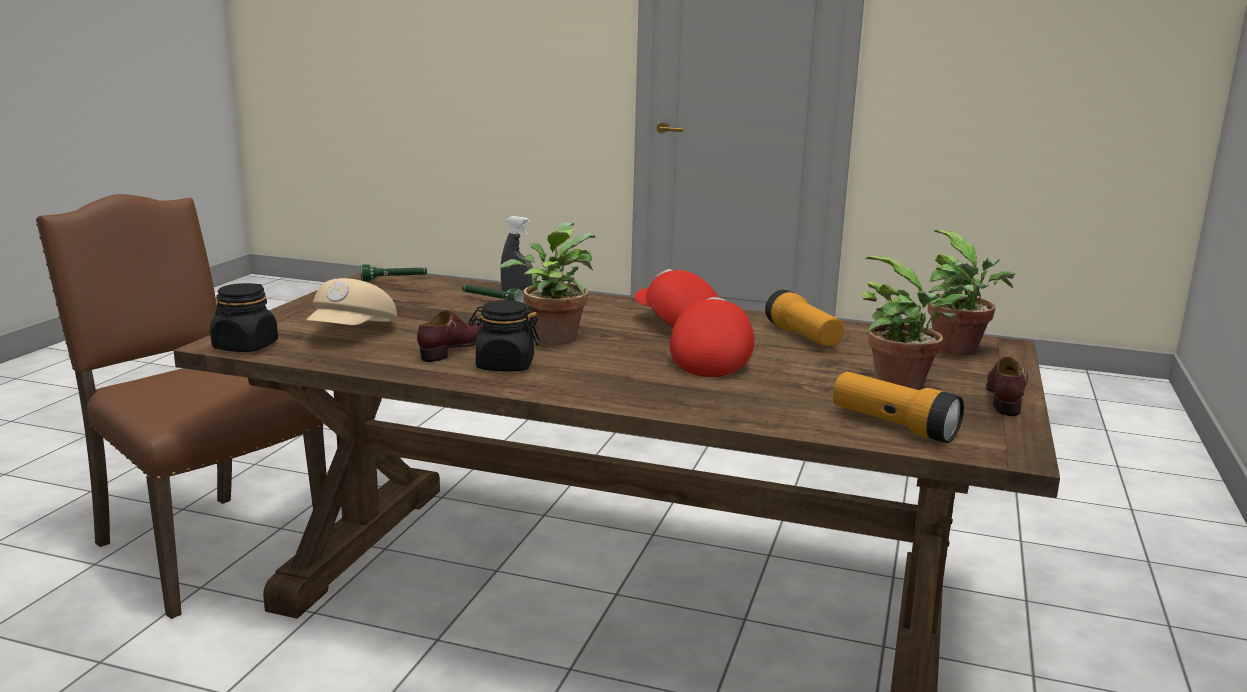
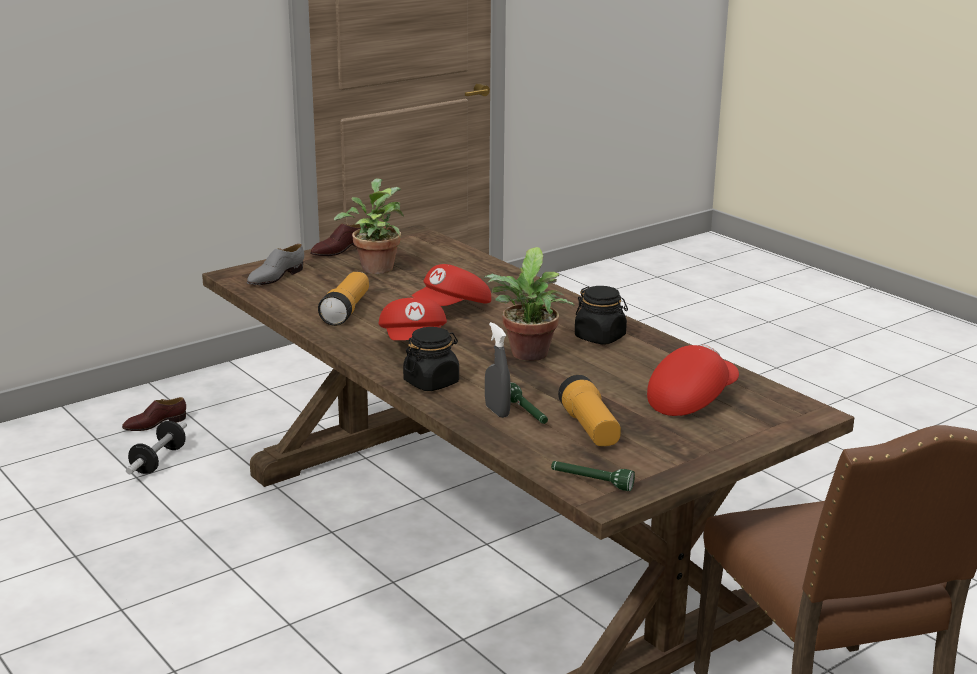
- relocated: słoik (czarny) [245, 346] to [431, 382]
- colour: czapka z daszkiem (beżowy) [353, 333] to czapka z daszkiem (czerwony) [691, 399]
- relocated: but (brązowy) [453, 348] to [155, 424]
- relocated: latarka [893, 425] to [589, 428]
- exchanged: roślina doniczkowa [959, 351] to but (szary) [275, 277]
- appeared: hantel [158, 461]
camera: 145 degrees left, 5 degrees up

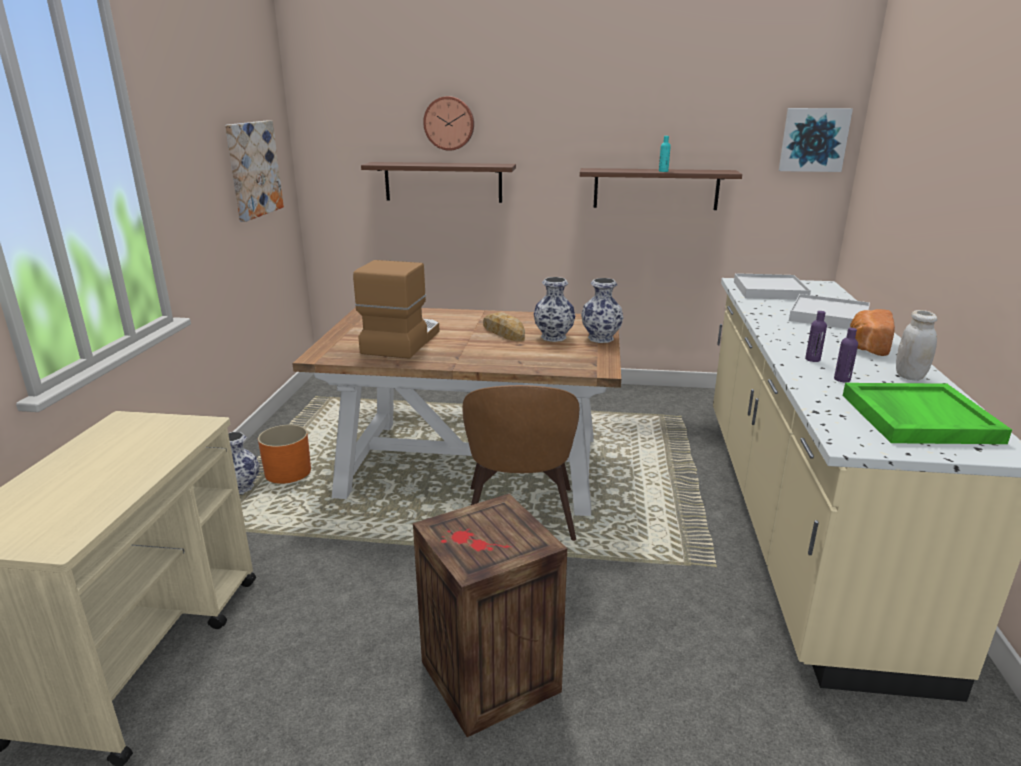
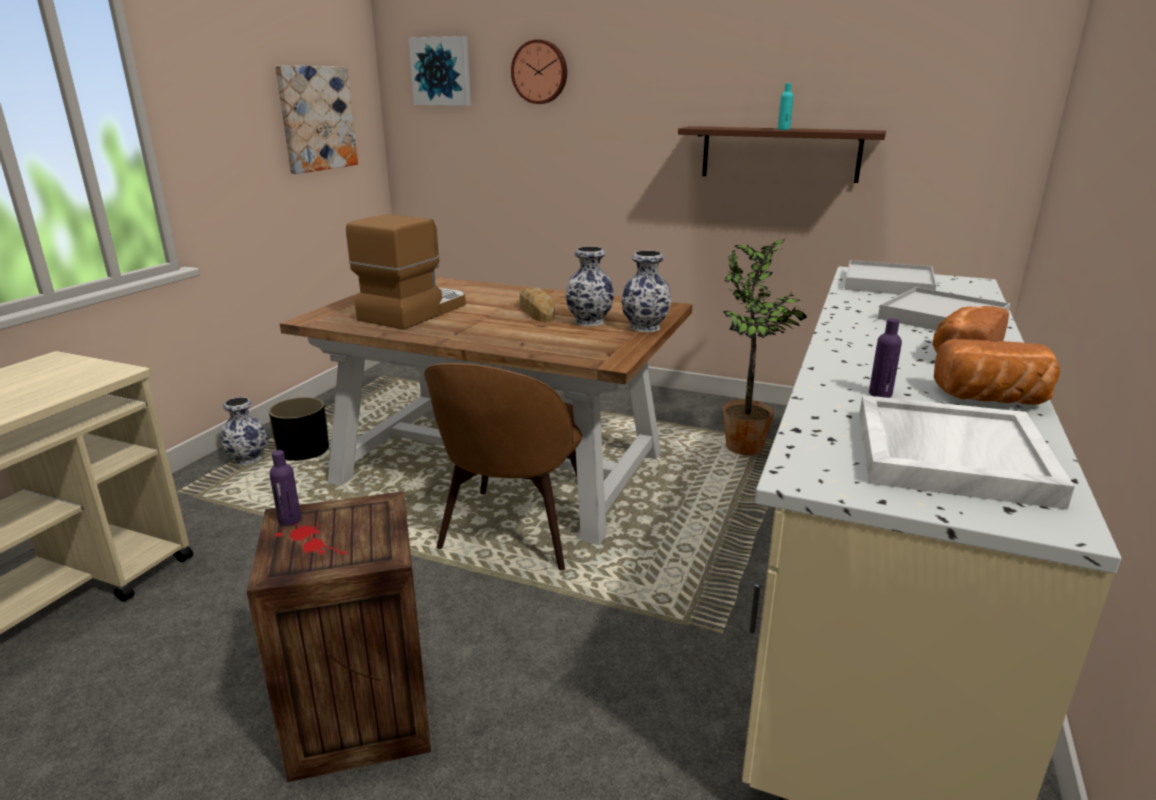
- colour: donica (pomarańczowy) [288, 472] to donica (czarny) [304, 449]
- missing: półka (brązowy) [443, 182]
- relocated: obraz [813, 140] to [442, 71]
- relocated: butelka (fioletowy) [812, 359] to [289, 520]
- colour: taca (zielony) [917, 417] to taca (biały) [948, 454]
- exchanged: słoik (biały) [909, 376] to chleb [992, 400]
- appeared: roślina doniczkowa [745, 450]
camera: 15 degrees right, 0 degrees up

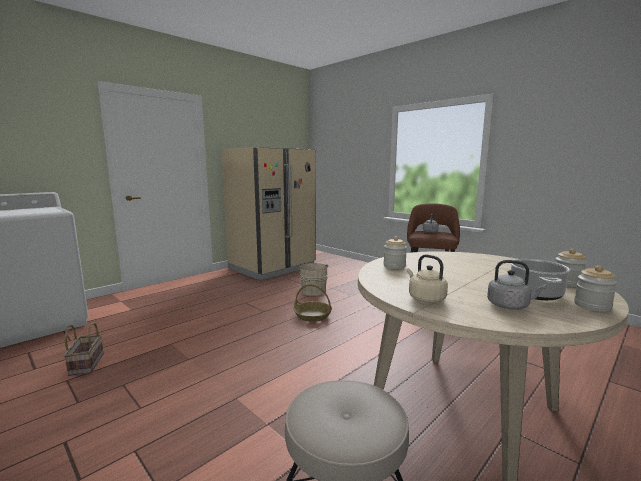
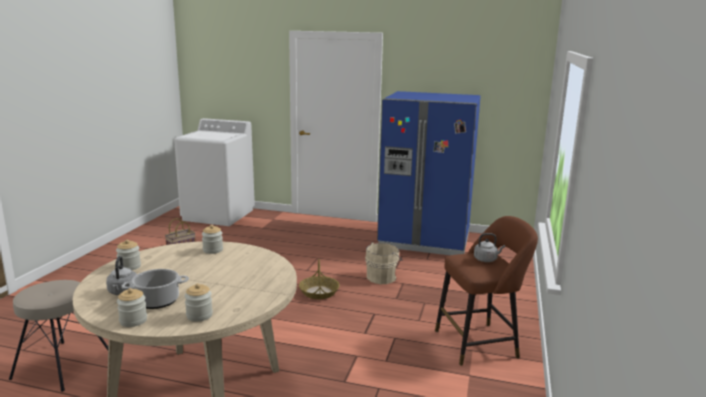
- colour: lodówka (beżowy) [272, 267] to lodówka (niebieski) [424, 240]
- exchanged: czajnik (beżowy) [425, 298] to słoik [129, 267]
camera: 60 degrees right, 5 degrees up

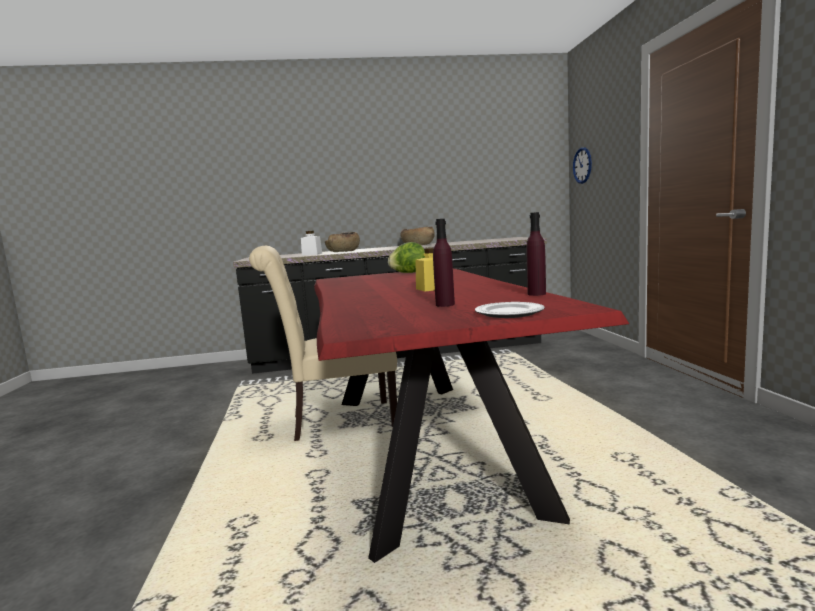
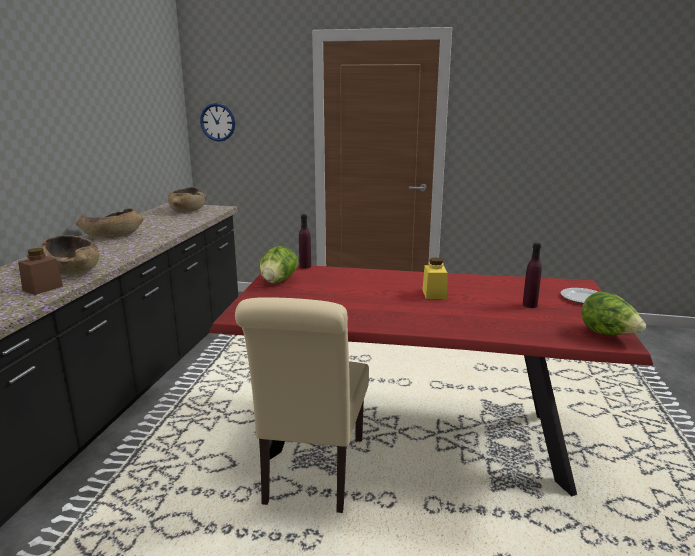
- colour: słoik (biały) [312, 254] to słoik (brązowy) [42, 288]
- relocated: butelka (fioletowy) [536, 294] to [305, 266]
- appeared: miska (brązowy) [188, 210]
- appeared: sałata [608, 334]
camera: 70 degrees left, 10 degrees up

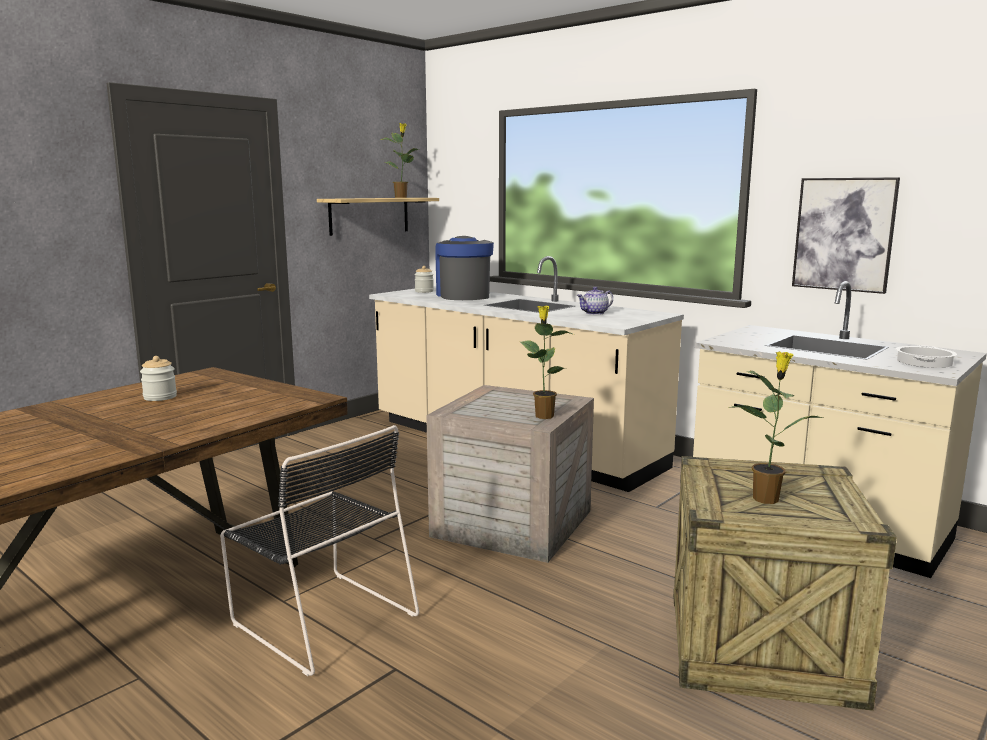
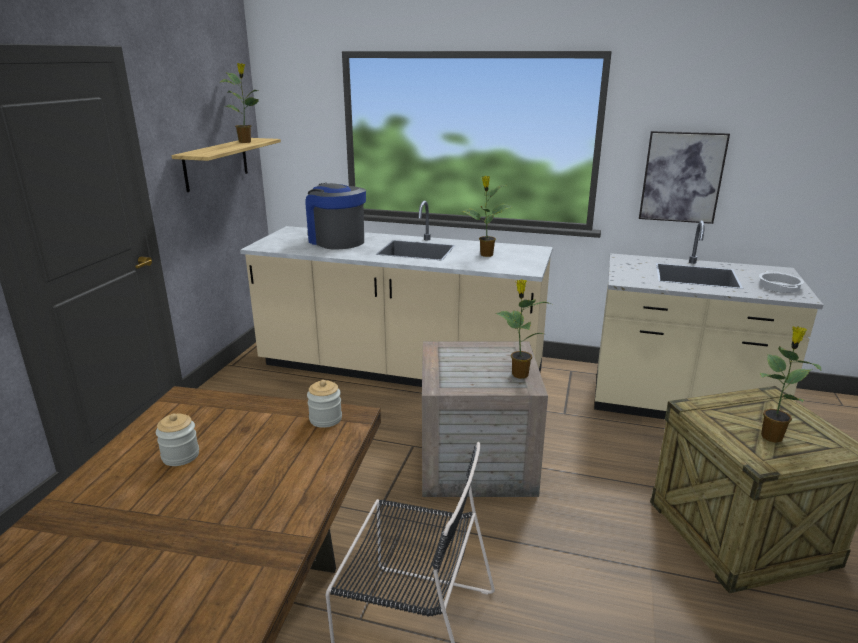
- relocated: słoik [424, 291] to [325, 419]
- exchanged: imbryk [594, 313] to roślina doniczkowa [486, 255]
camera: 25 degrees left, 10 degrees up

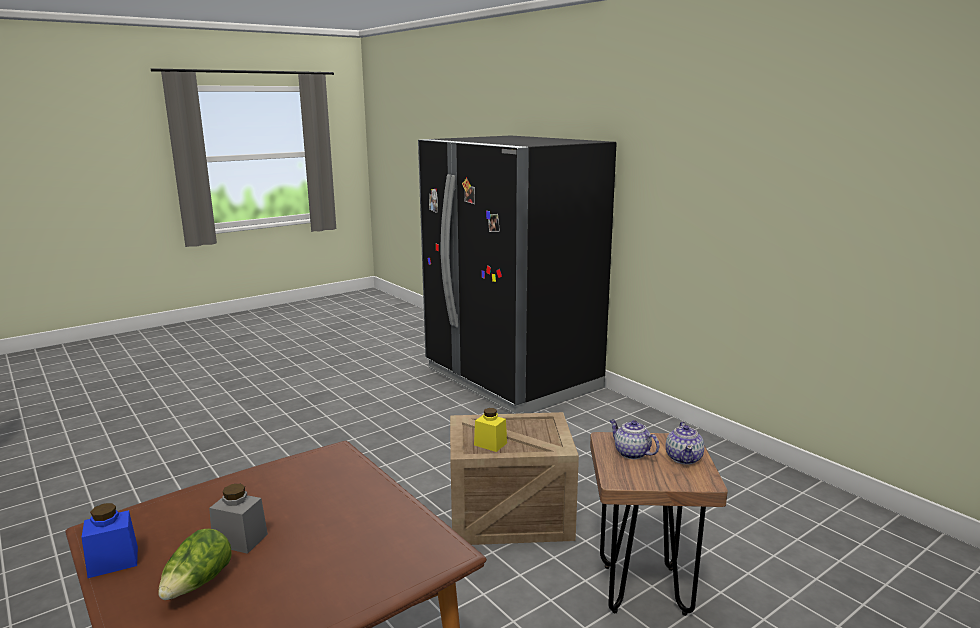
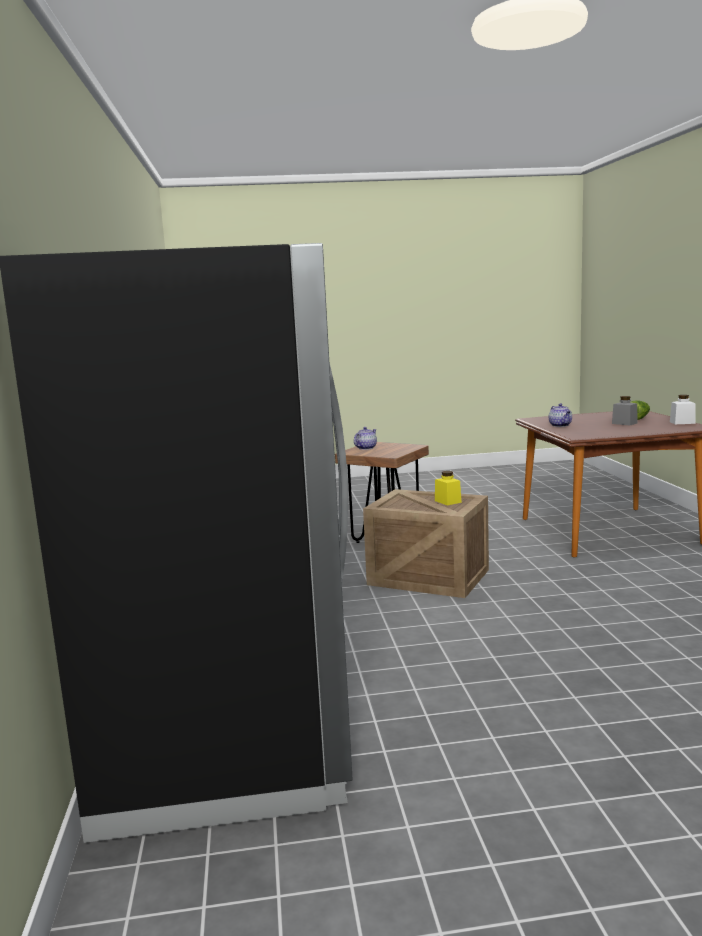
- colour: słoik (niebieski) [113, 562] to słoik (biały) [682, 422]
- relocated: imbryk [631, 453] to [560, 425]
camera: 150 degrees left, 5 degrees down

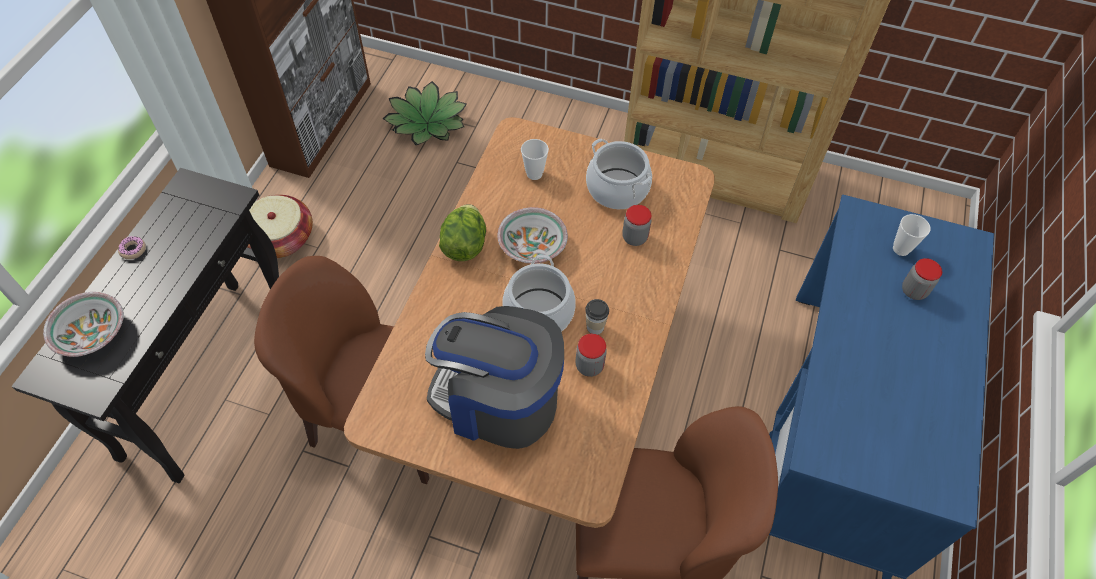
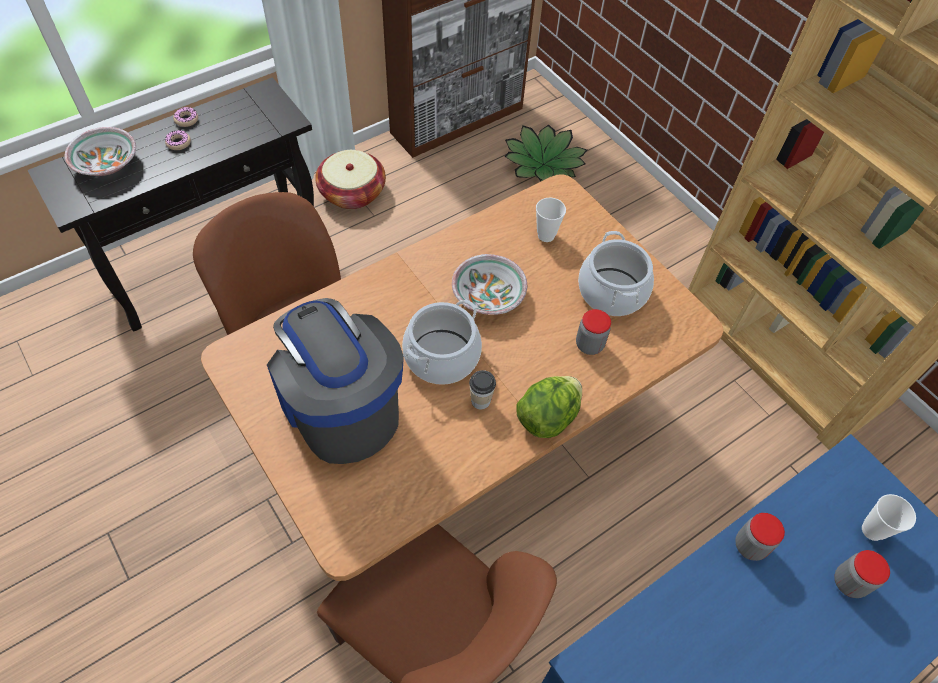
- relocated: sałata [464, 245] to [547, 417]
- relocated: słoik [589, 366] to [750, 546]
- appeared: donut [178, 143]
camera: 35 degrees right, 0 degrees up

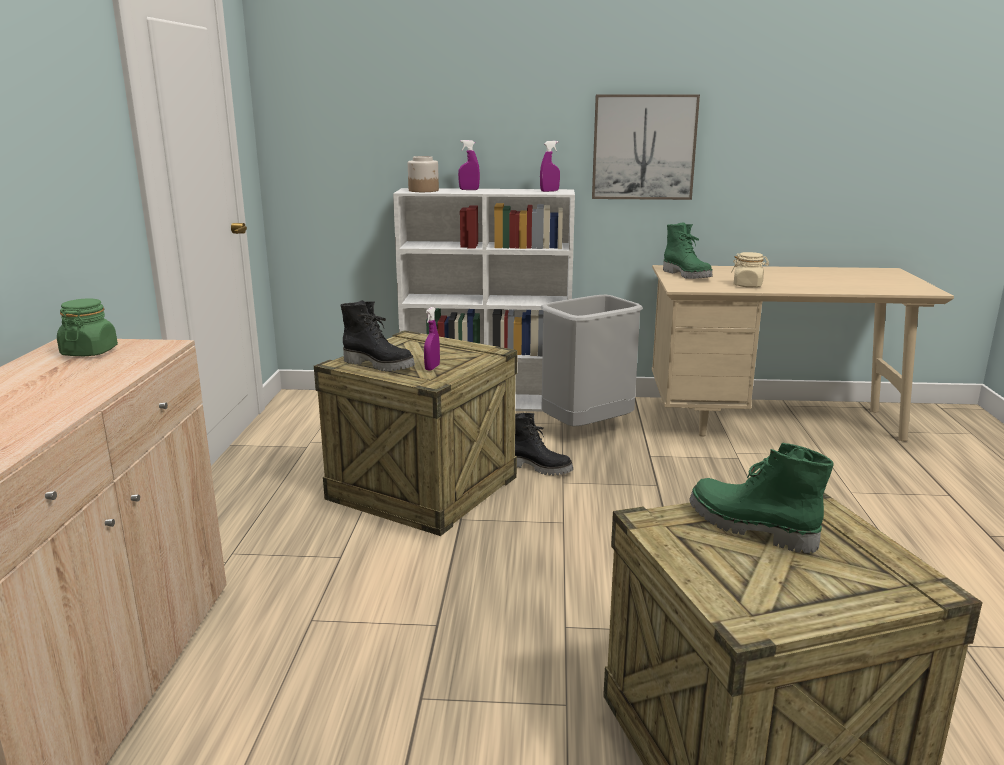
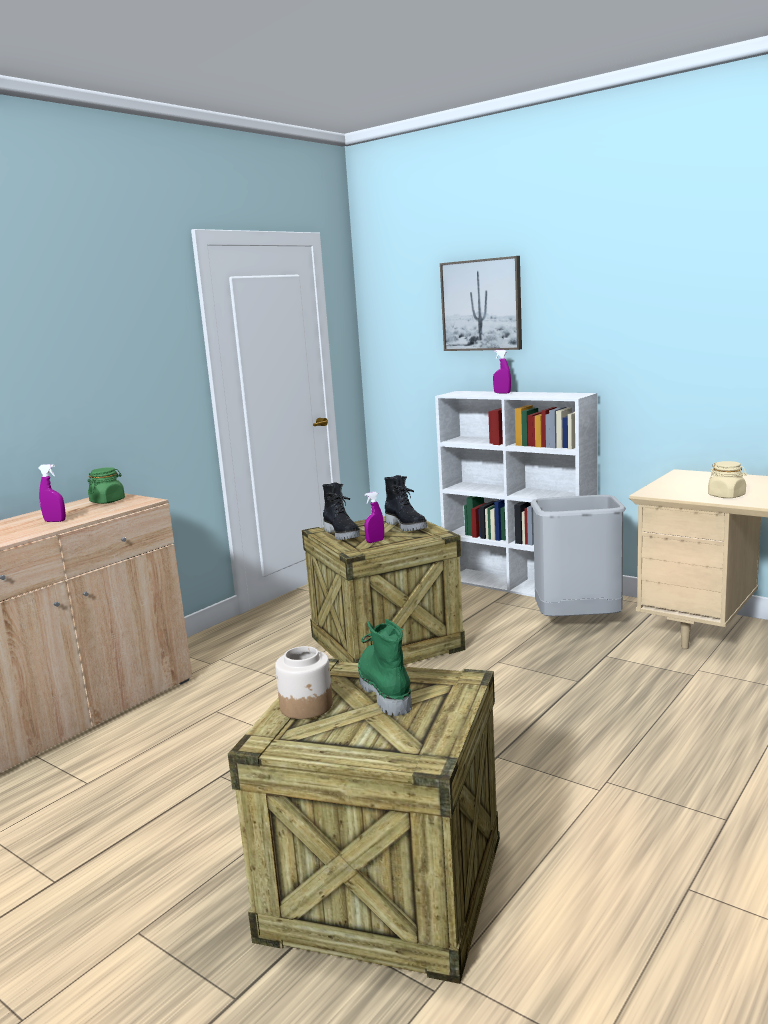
- relocated: słoik [424, 190] to [307, 706]
- relocated: but z cholewką (czarny) [538, 467] to [407, 526]
- relocated: spryskiwacz (fioletowy) [549, 191] to [55, 521]
- relocated: obraz [643, 147] to [481, 305]
- missing: but z cholewką (zielony) [687, 275]
camera: 35 degrees right, 5 degrees down

